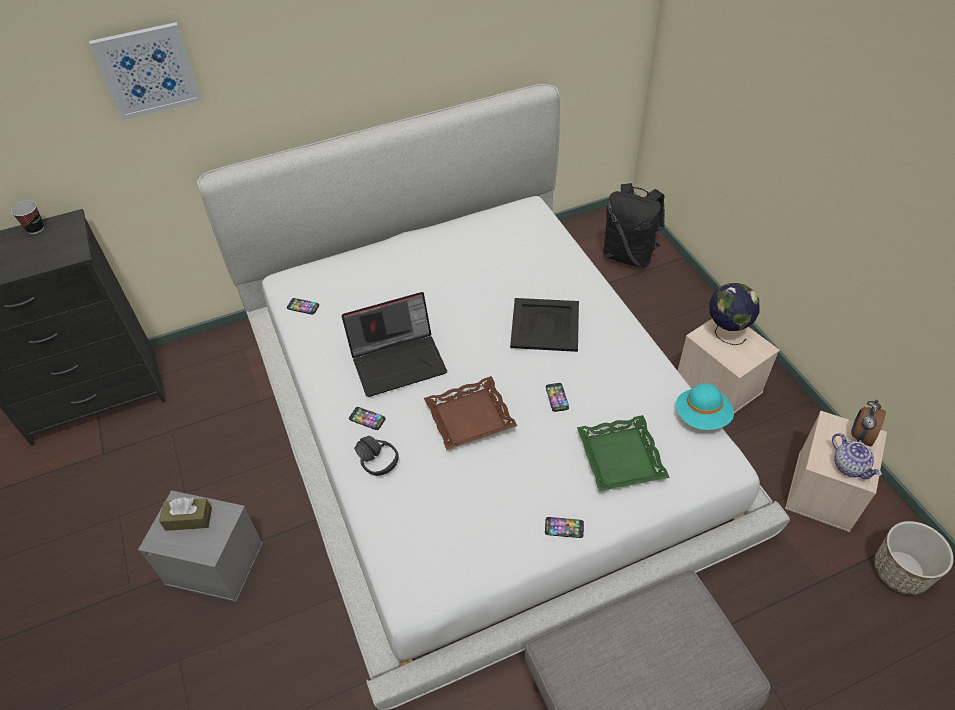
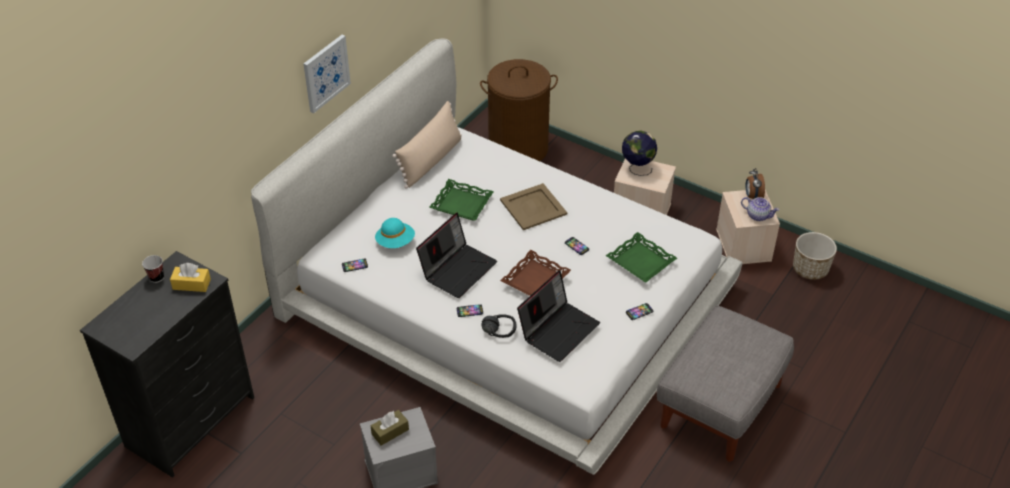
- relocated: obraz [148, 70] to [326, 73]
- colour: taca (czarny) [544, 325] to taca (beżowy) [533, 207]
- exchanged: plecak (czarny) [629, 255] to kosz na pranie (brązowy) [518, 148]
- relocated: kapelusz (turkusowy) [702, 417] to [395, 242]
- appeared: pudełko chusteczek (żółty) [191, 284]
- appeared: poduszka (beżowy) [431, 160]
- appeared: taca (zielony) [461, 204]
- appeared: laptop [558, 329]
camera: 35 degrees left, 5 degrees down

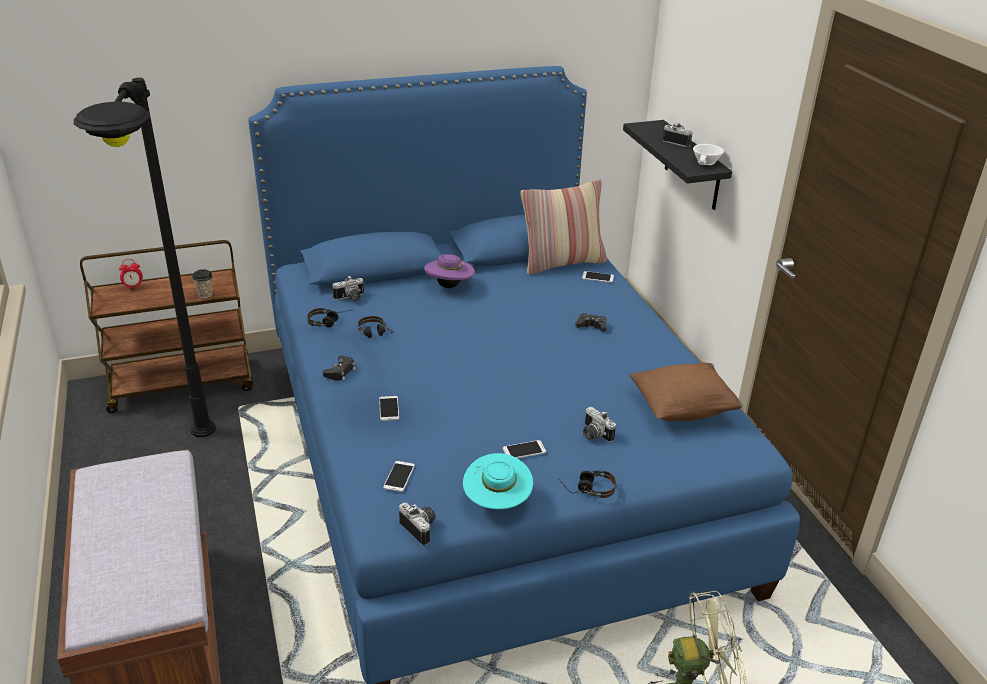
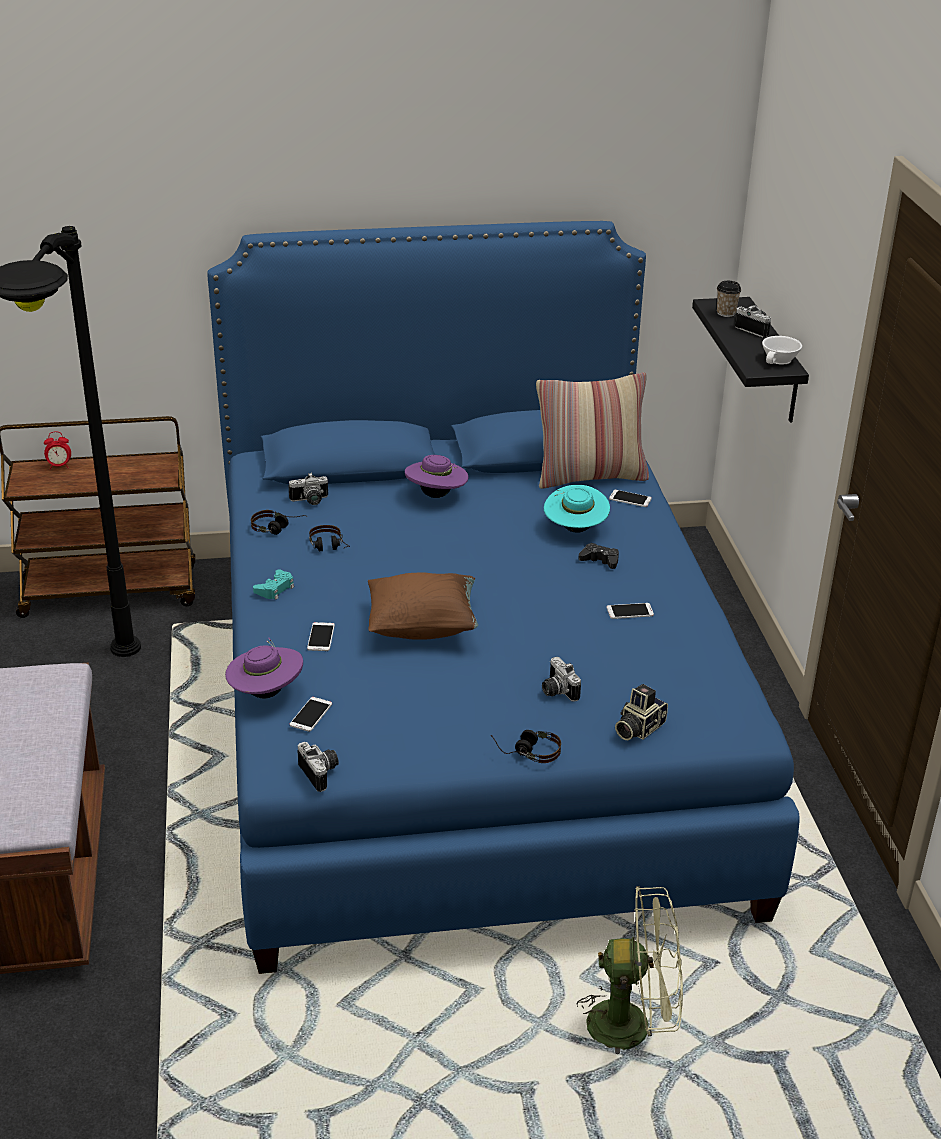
- relocated: filiżanka [205, 294] to [726, 313]
- colour: pad do gier (czarny) [340, 372] to pad do gier (turkusowy) [275, 589]
- relocated: kapelusz (turkusowy) [497, 502] to [575, 529]
- relocated: telefon [524, 450] to [630, 611]
- relocated: poduszka (brązowy) [683, 409] to [423, 626]
- appeared: kapelusz (fioletowy) [266, 692]
- appeared: aparat fotograficzny [637, 728]
camera: 10 degrees right, 0 degrees up

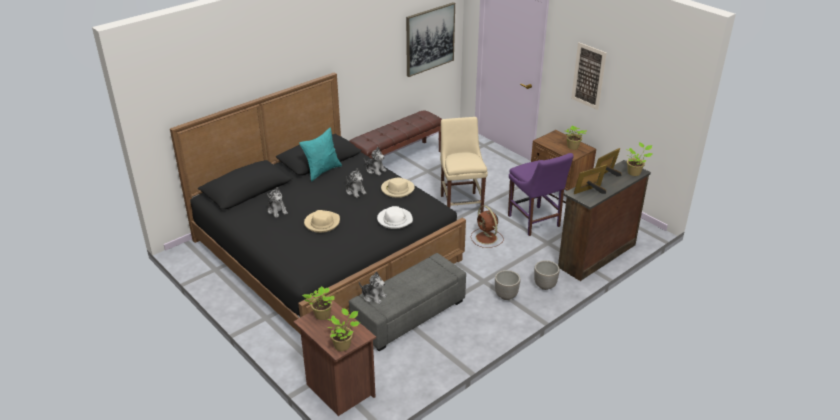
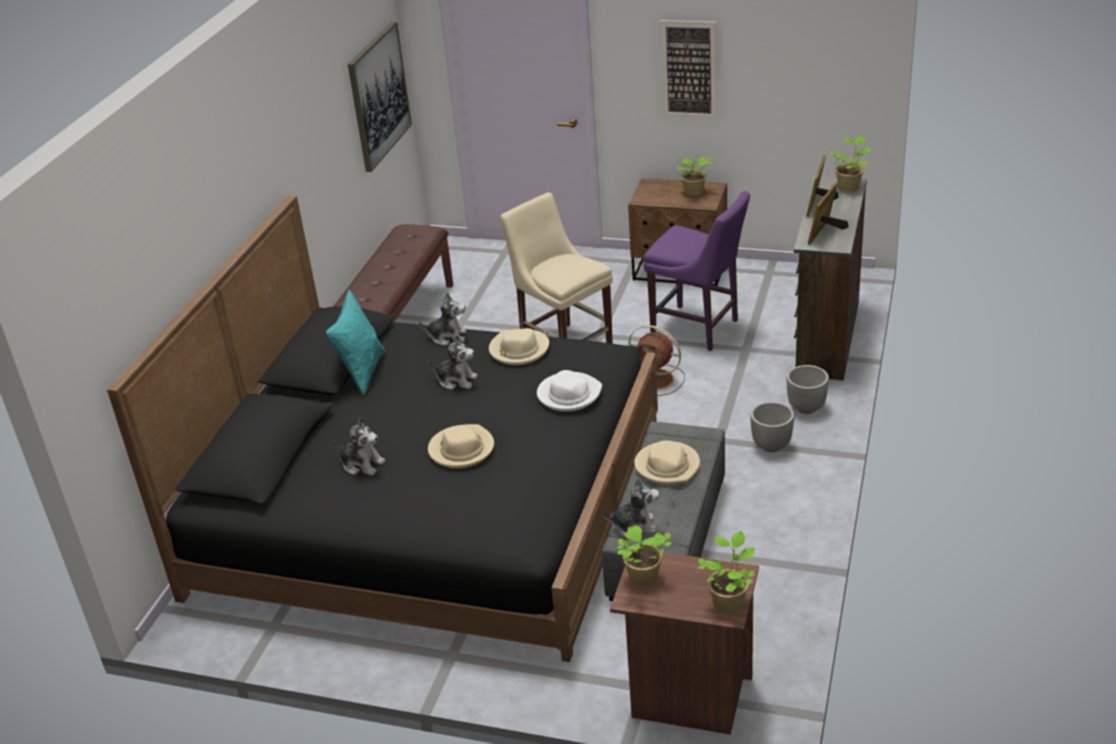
- appeared: kapelusz (beżowy) [668, 466]
camera: 30 degrees left, 0 degrees up

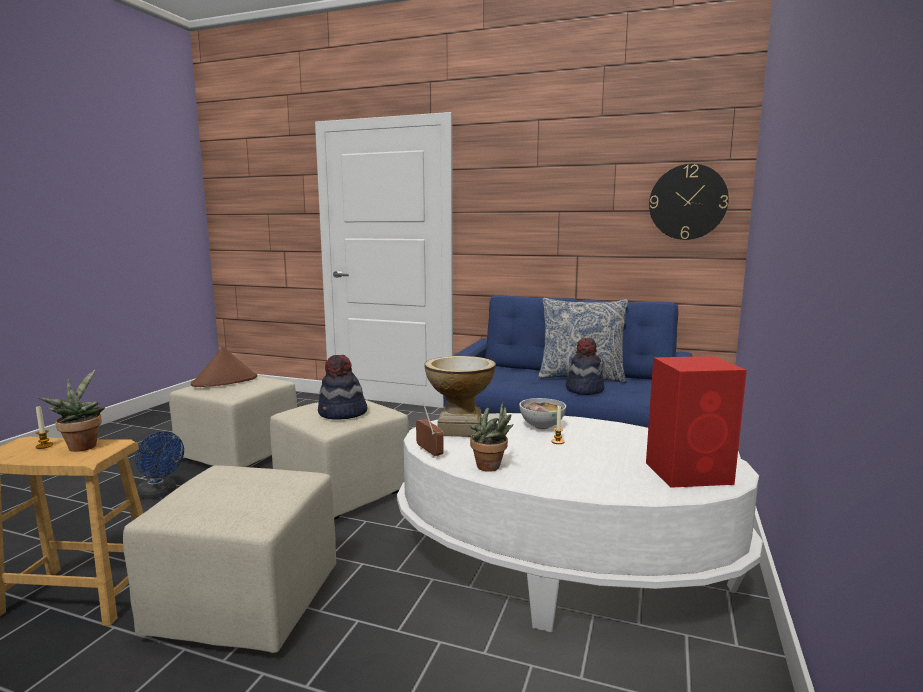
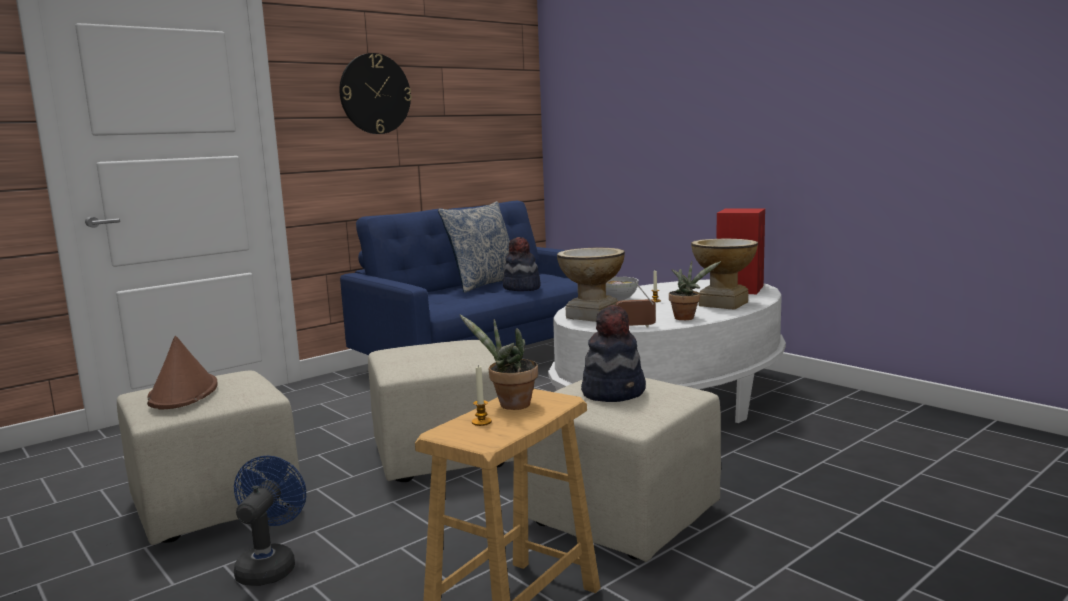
- spun: wentylator (niebieski) [160, 493] = [269, 565] 60 degrees counterclockwise
- relocated: kapelusz [342, 414] to [614, 392]
- relocated: zegar ścienny [687, 202] to [375, 94]
- appeared: wazon [723, 304]
camera: 60 degrees left, 0 degrees up

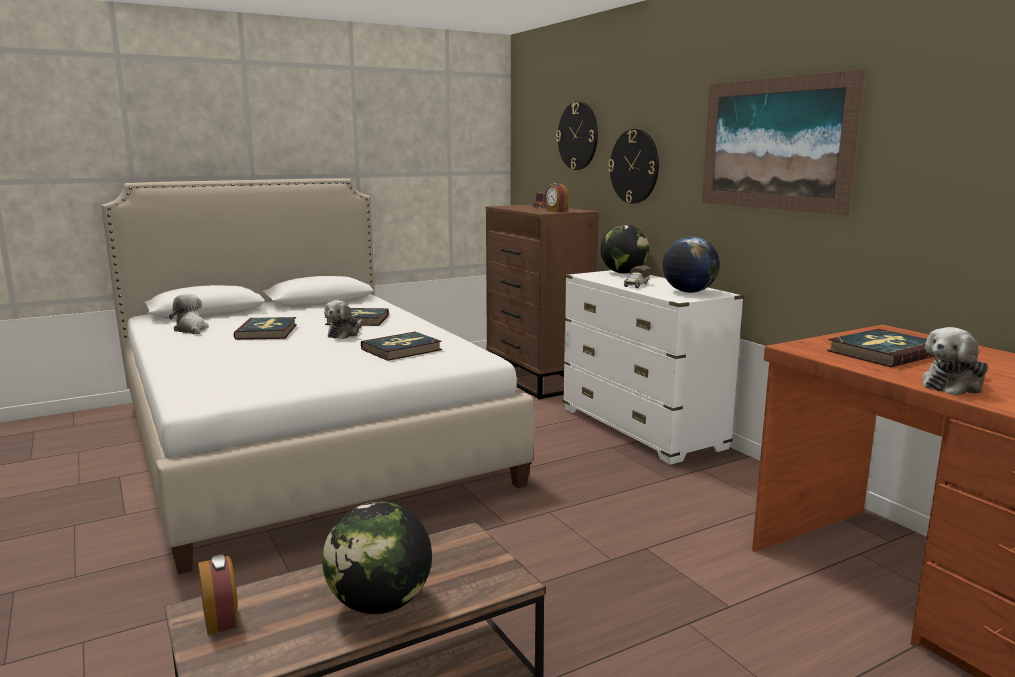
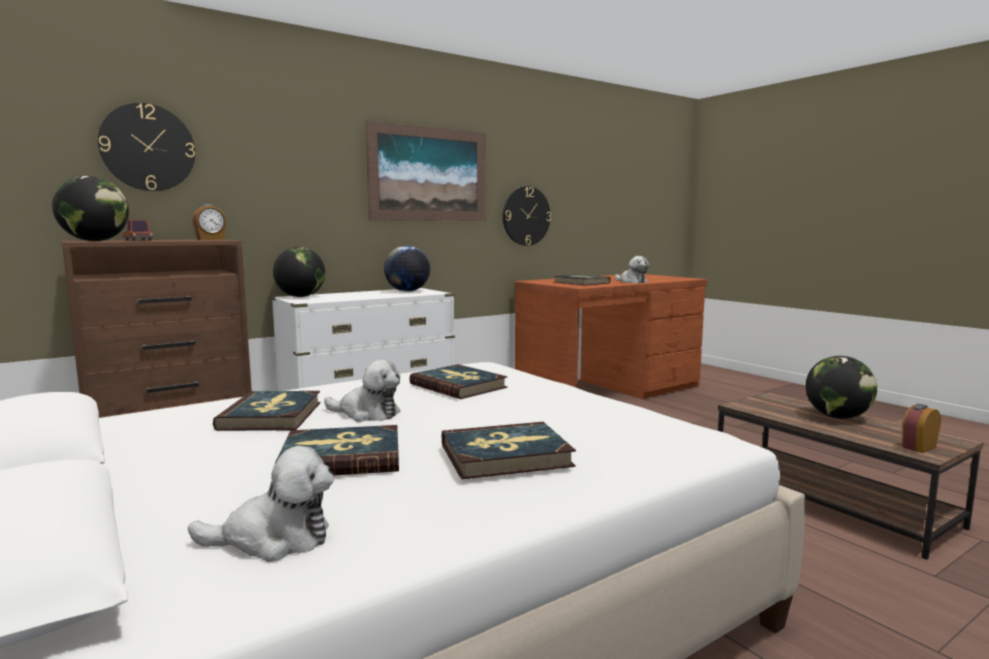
- spun: pluszak [191, 329] = [274, 539] 150 degrees counterclockwise
- relocated: zegar ścienny [634, 166] to [526, 216]
- missing: ciężarówka zabawkowa [636, 285]
- appeared: globus [95, 241]
- appeared: książka [505, 455]
camera: 95 degrees left, 5 degrees down

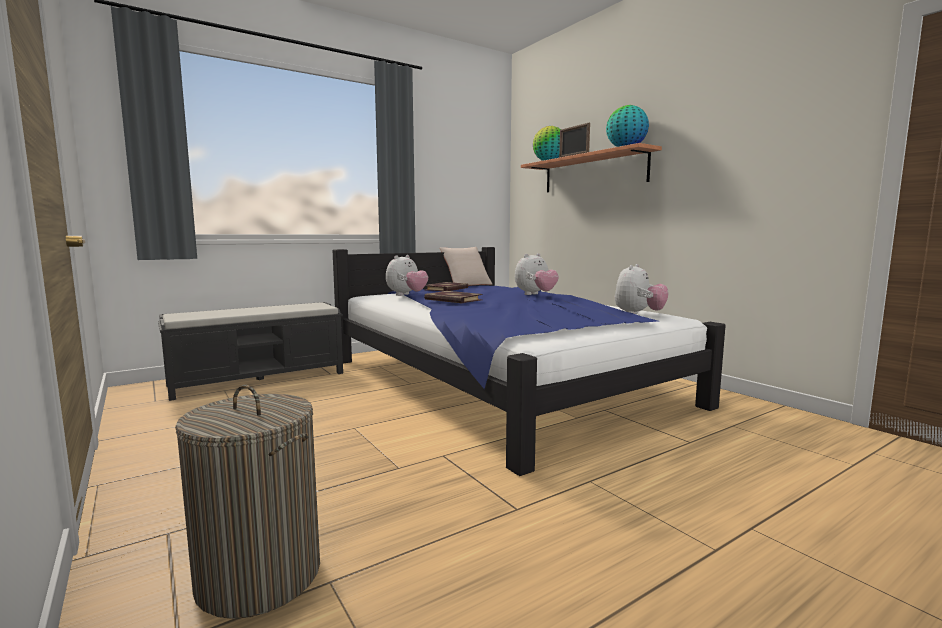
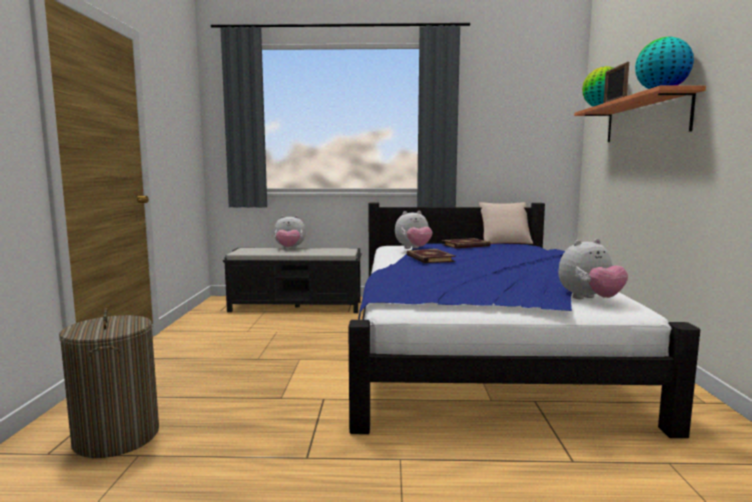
- relocated: pluszak [535, 294] to [289, 249]
camera: 35 degrees right, 0 degrees up

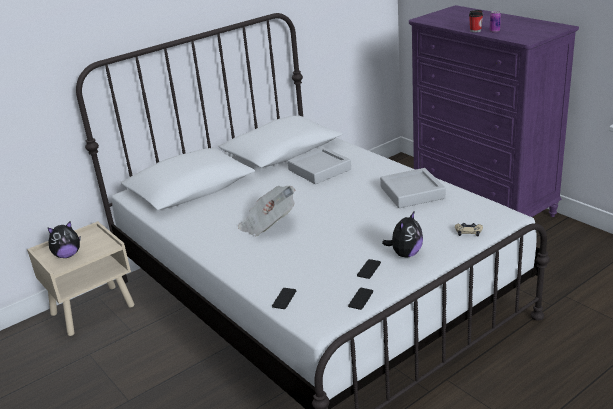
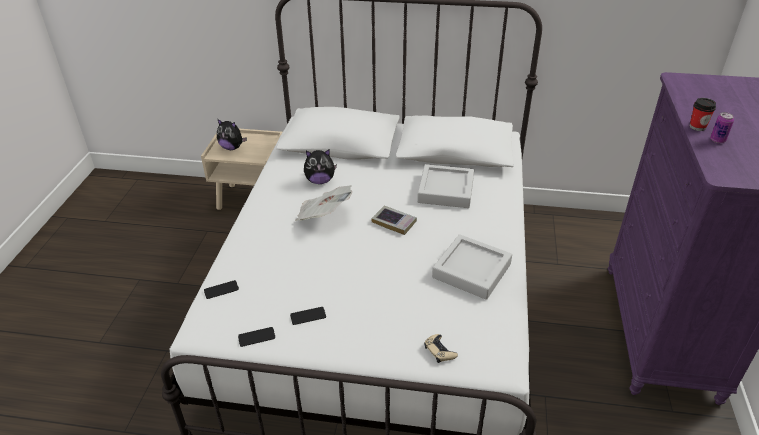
- relocated: pluszak [405, 254] to [320, 181]
- appeared: książka [394, 222]
camera: 45 degrees right, 10 degrees up

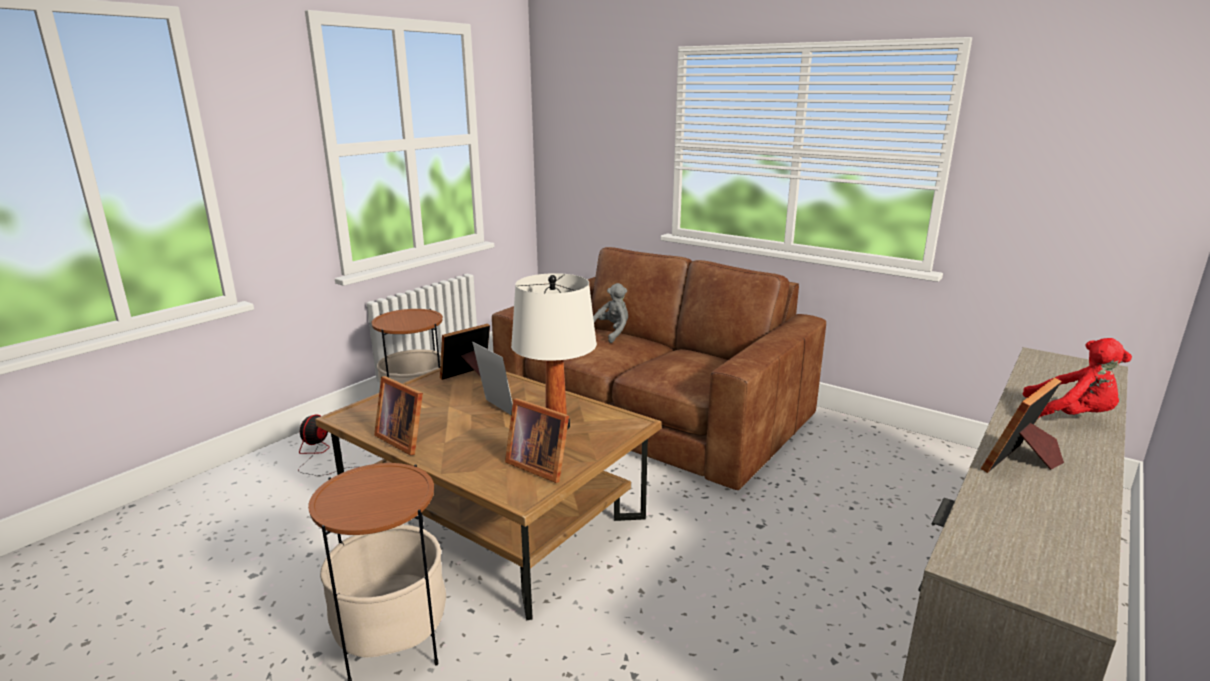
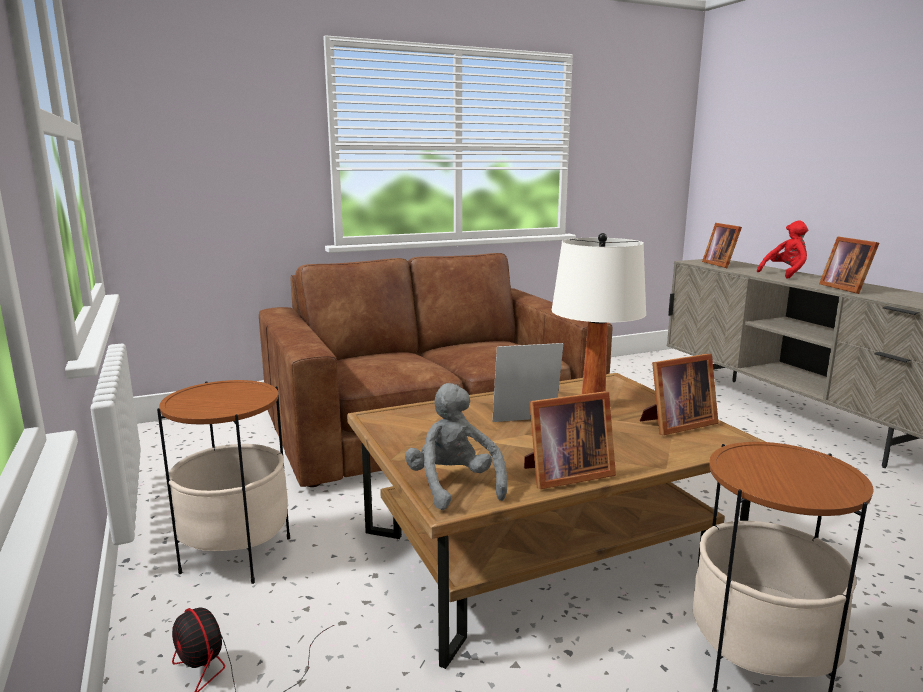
- relocated: ramka na zdjęcie [471, 375] to [721, 264]
- relocated: pluszak (szary) [611, 333] to [454, 486]
camera: 60 degrees left, 5 degrees down

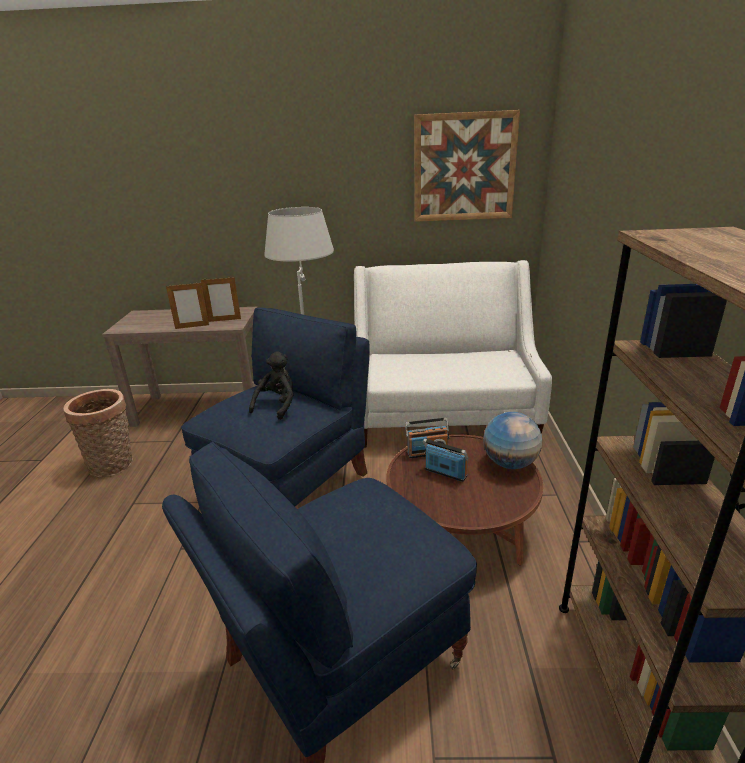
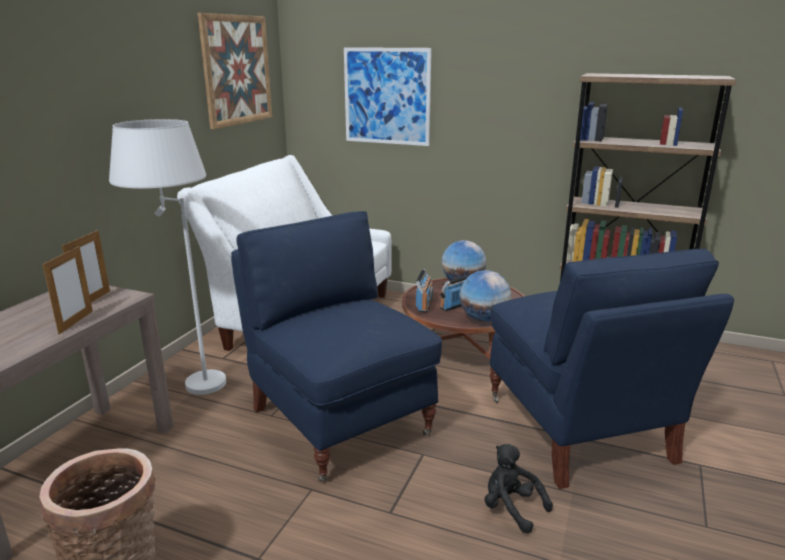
- relocated: pluszak (czarny) [277, 405] to [511, 508]
- appeared: obraz [387, 96]
- appeared: globus [483, 319]
camera: 70 degrees left, 5 degrees down

